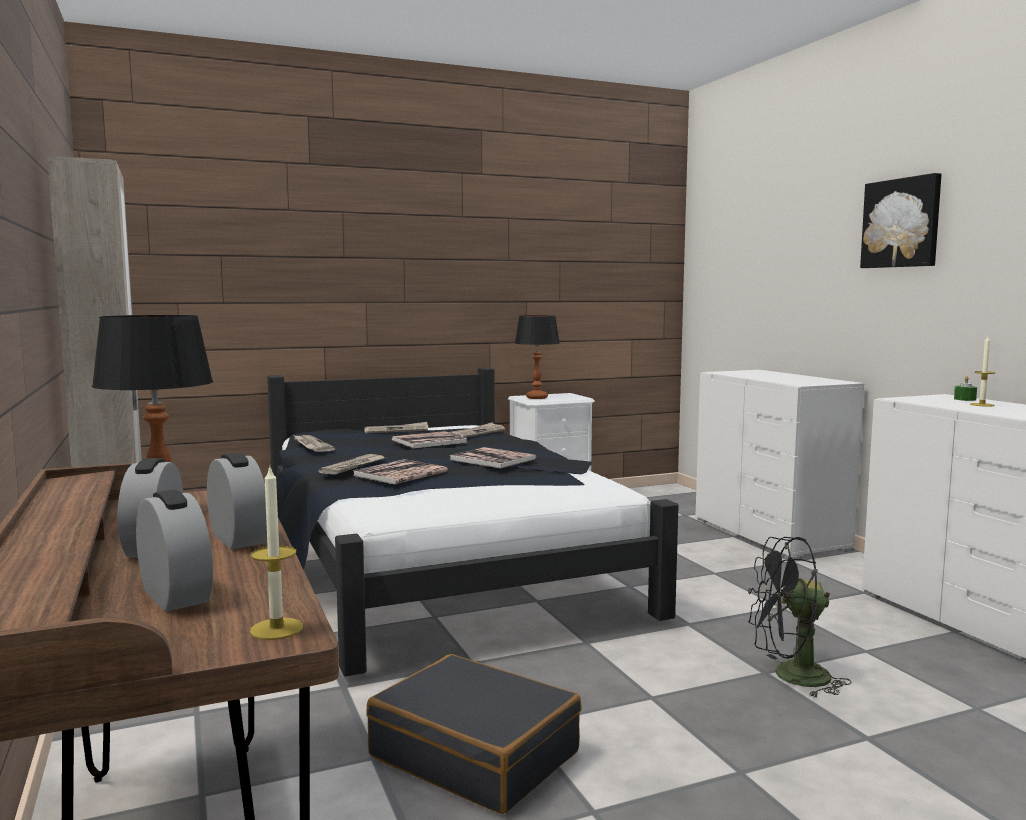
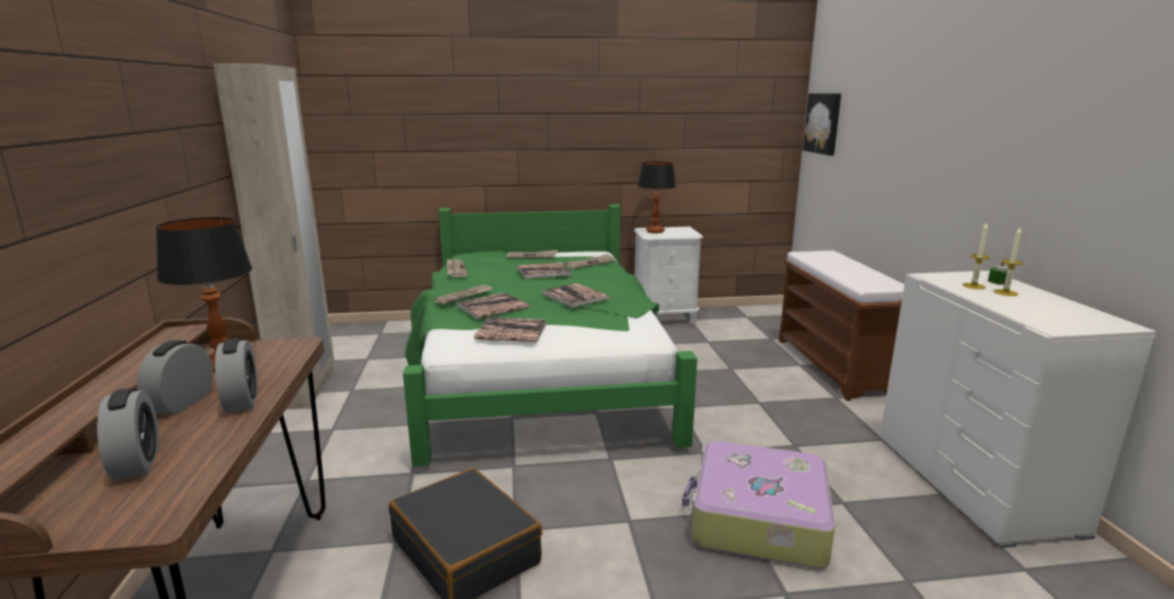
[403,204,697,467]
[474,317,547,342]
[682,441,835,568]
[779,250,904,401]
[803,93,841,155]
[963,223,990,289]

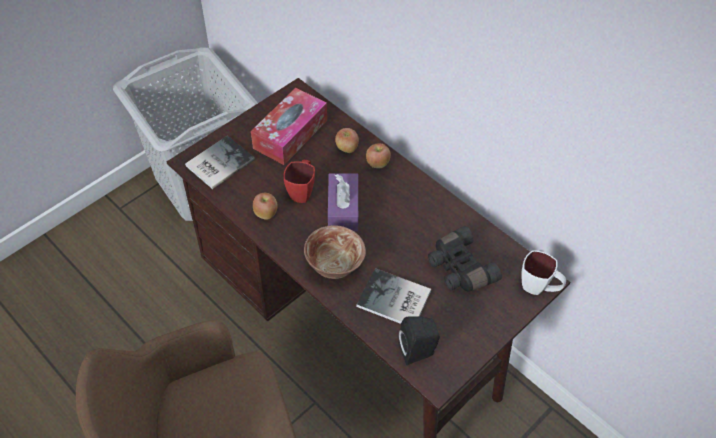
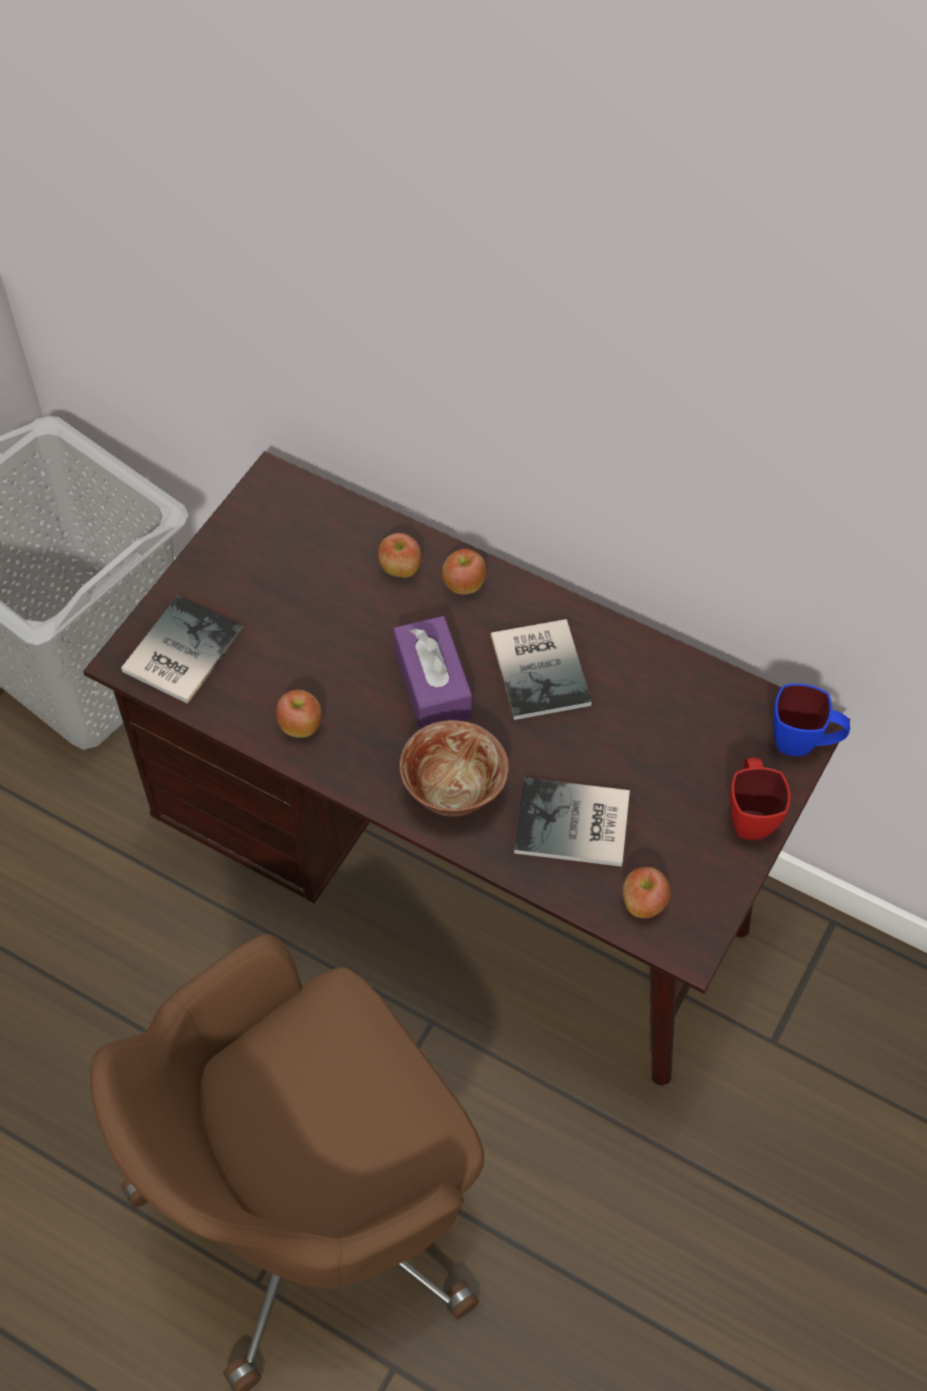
[491,619,592,720]
[623,867,671,918]
[730,758,790,840]
[773,683,850,756]
[251,88,327,165] (first image)
[428,226,502,292] (first image)

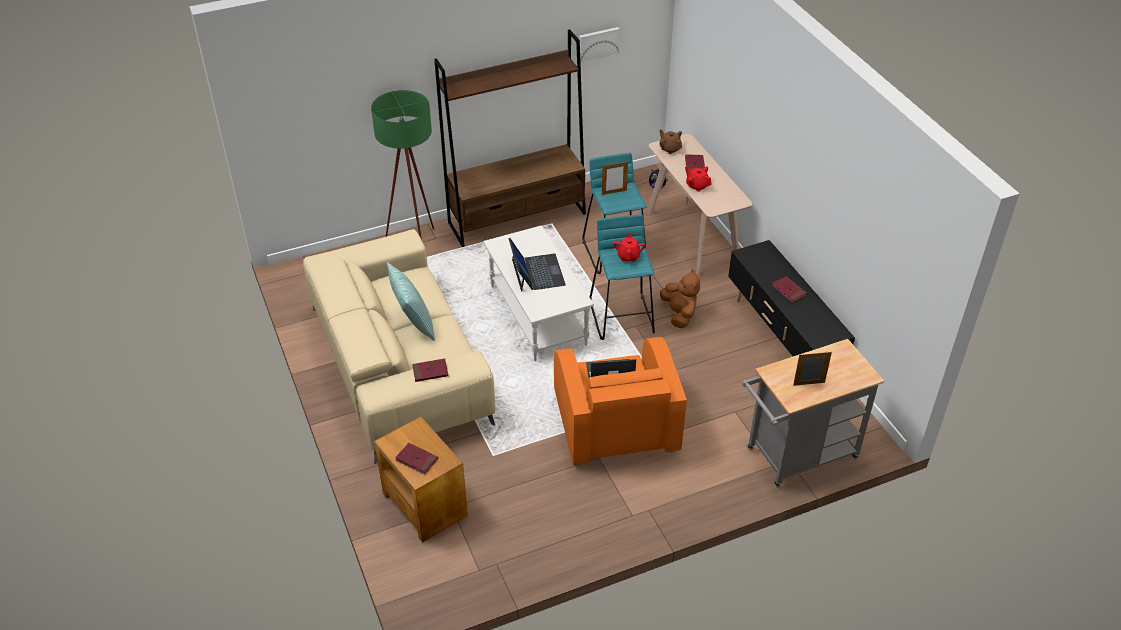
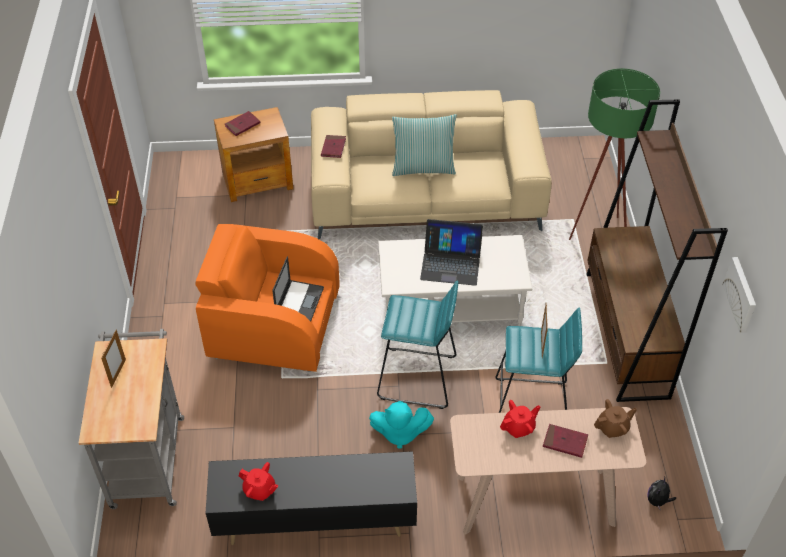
[239,462,279,501]
[369,401,434,449]
[772,276,807,303] (first image)

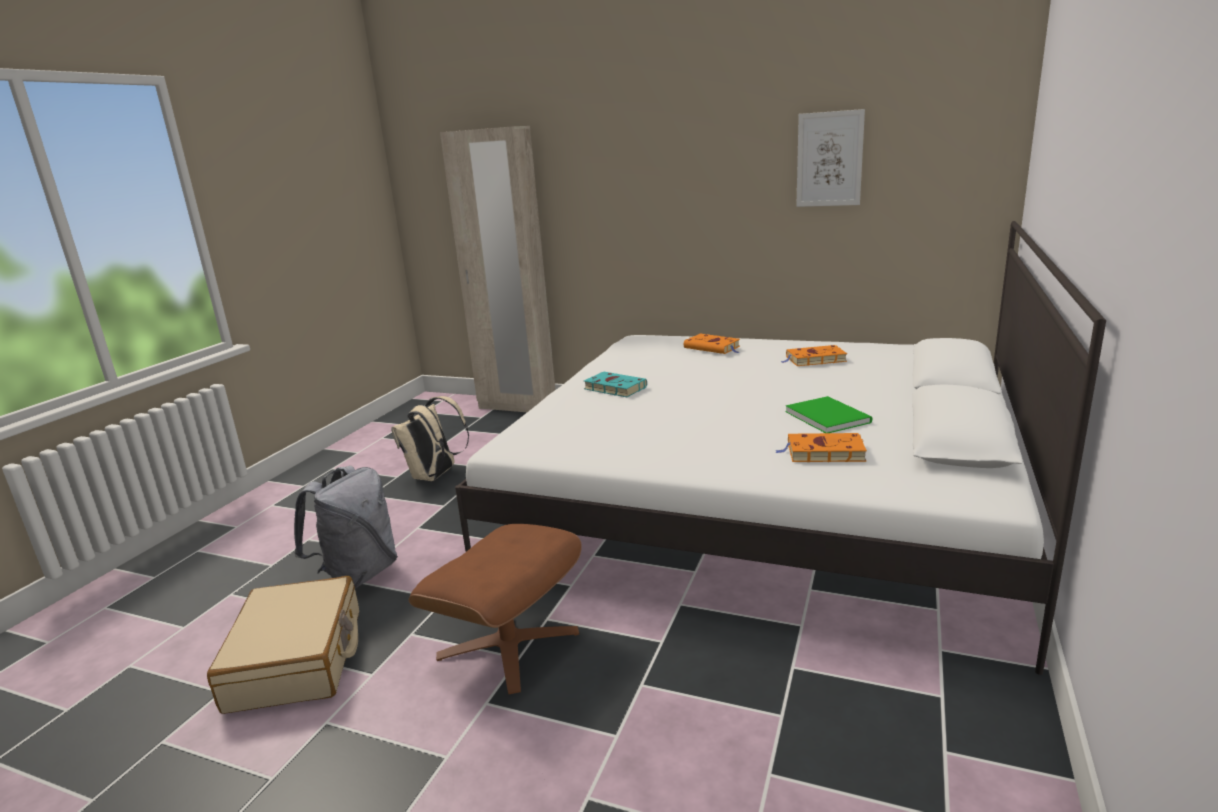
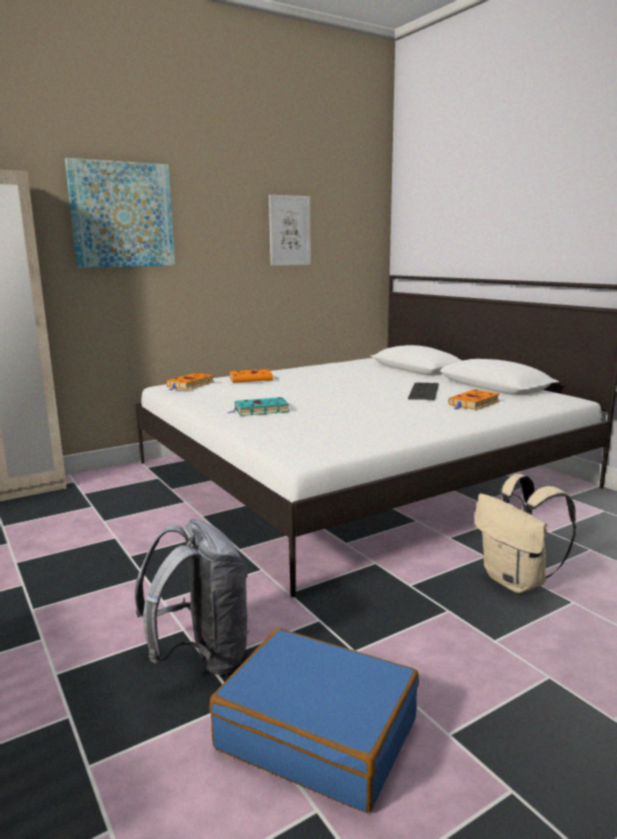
[65,158,175,268]
[166,373,215,390]
[210,628,419,813]
[408,383,439,400]
[475,474,576,593]
[409,524,582,694] (first image)

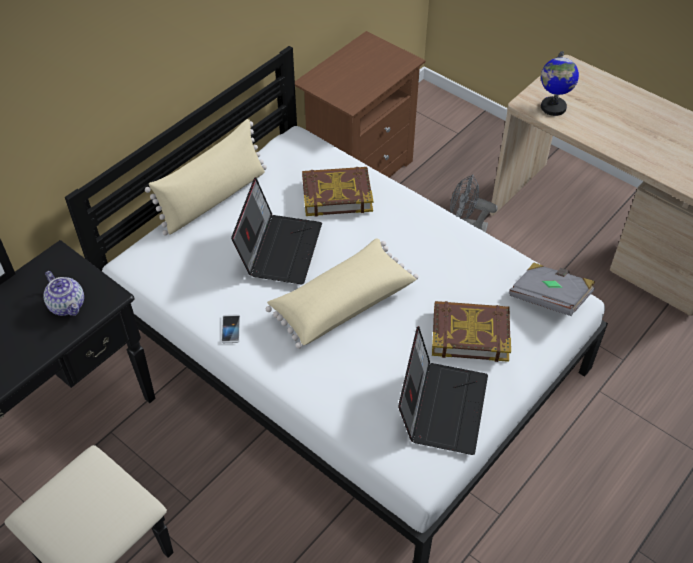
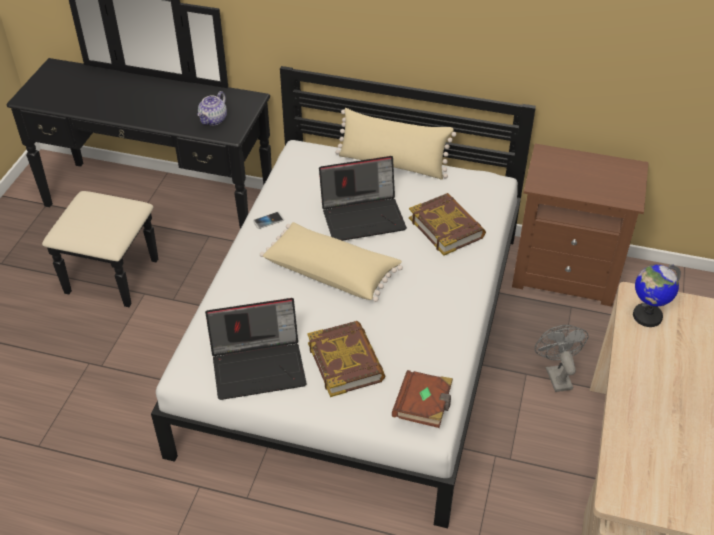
[392,370,453,428]

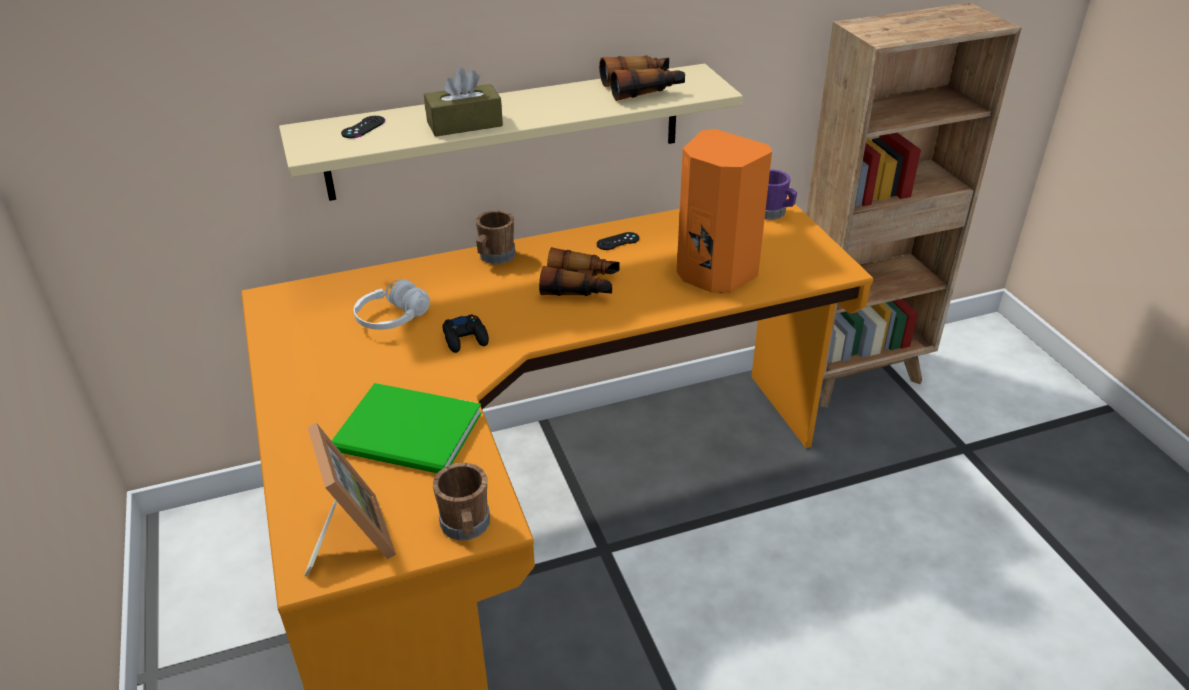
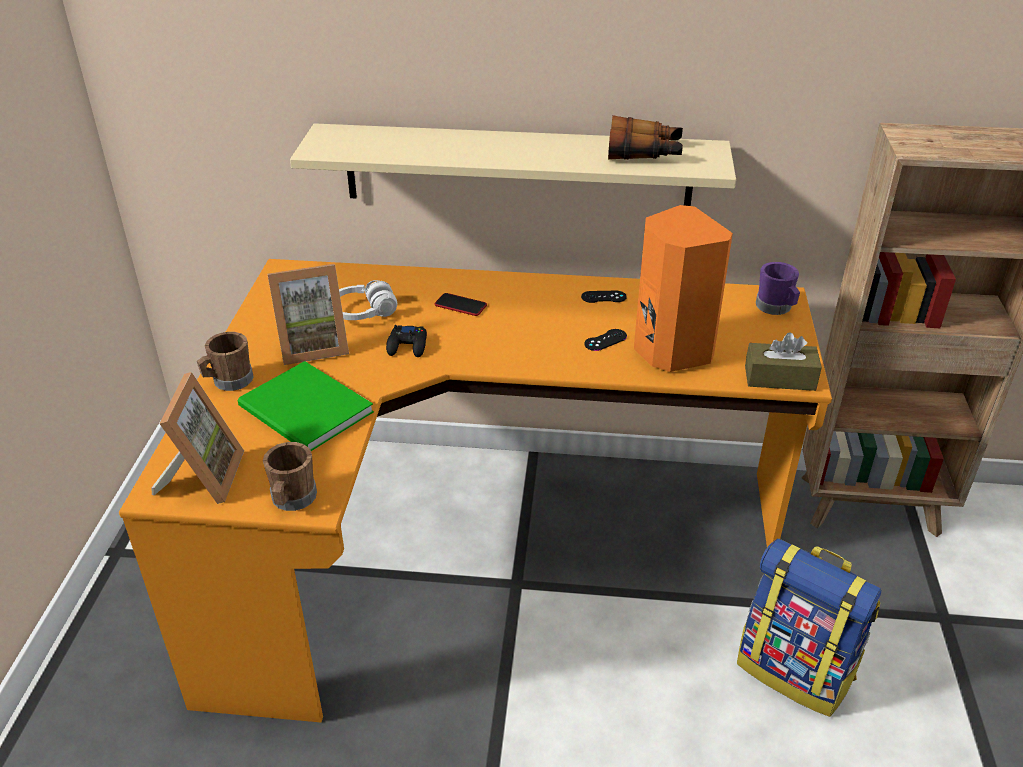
[197,332,254,391]
[267,264,349,365]
[435,293,487,316]
[584,329,627,351]
[737,538,881,717]
[745,332,822,391]
[539,247,620,296] (first image)

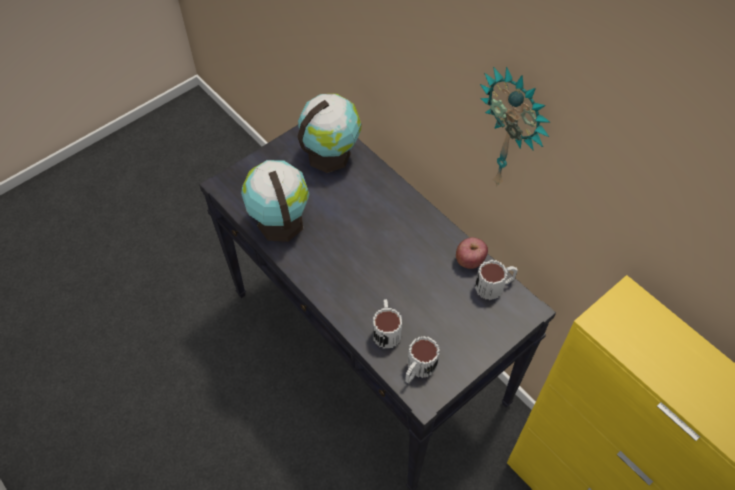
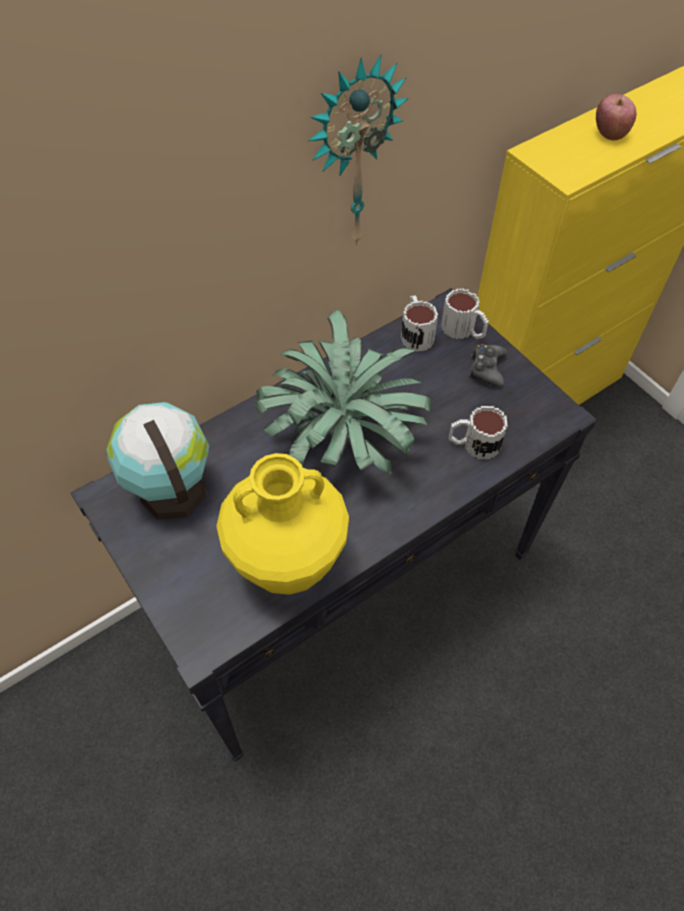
[216,453,349,595]
[254,310,432,474]
[441,289,489,339]
[468,344,507,387]
[596,94,636,140]

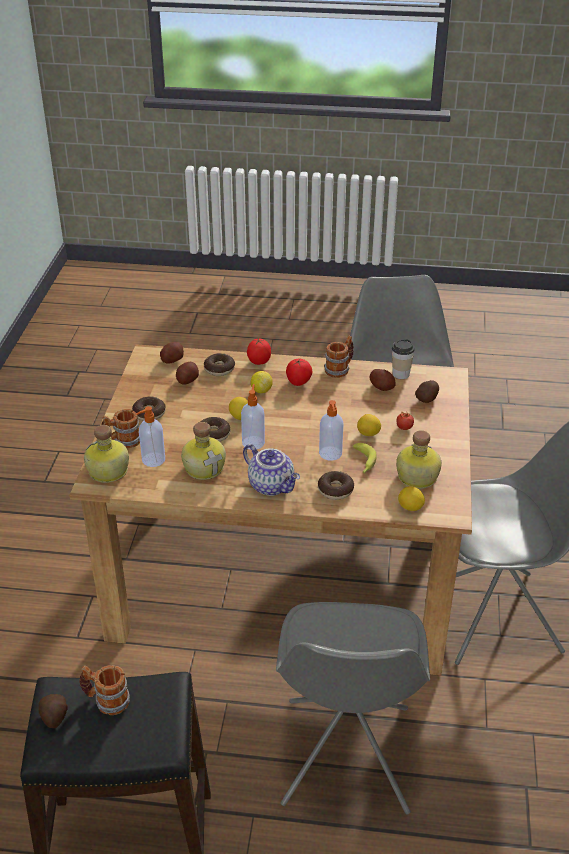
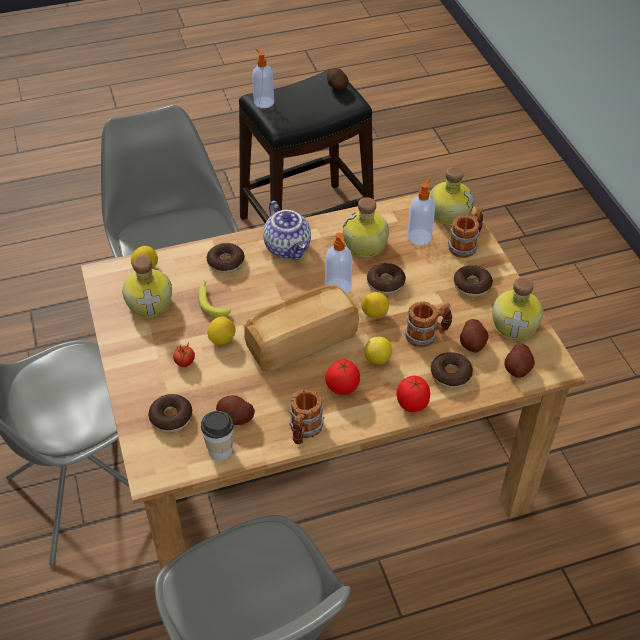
[148,394,192,433]
[244,285,359,372]
[252,48,274,108]
[263,201,311,260]
[405,301,452,347]
[492,277,543,340]

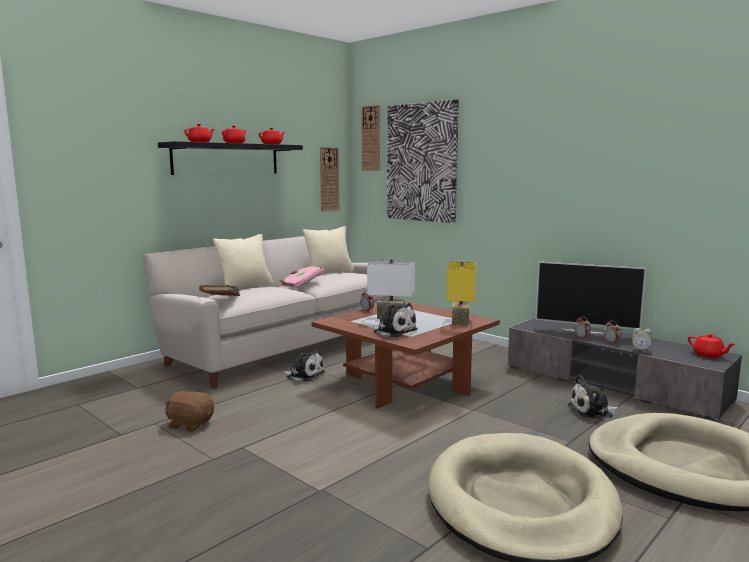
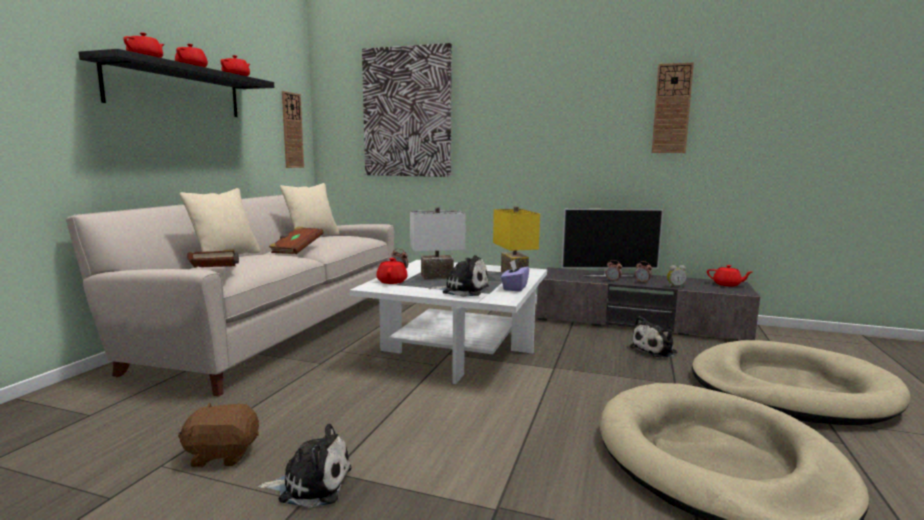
[258,424,351,508]
[269,226,323,254]
[350,260,547,384]
[376,258,408,284]
[501,260,529,292]
[652,62,694,153]

